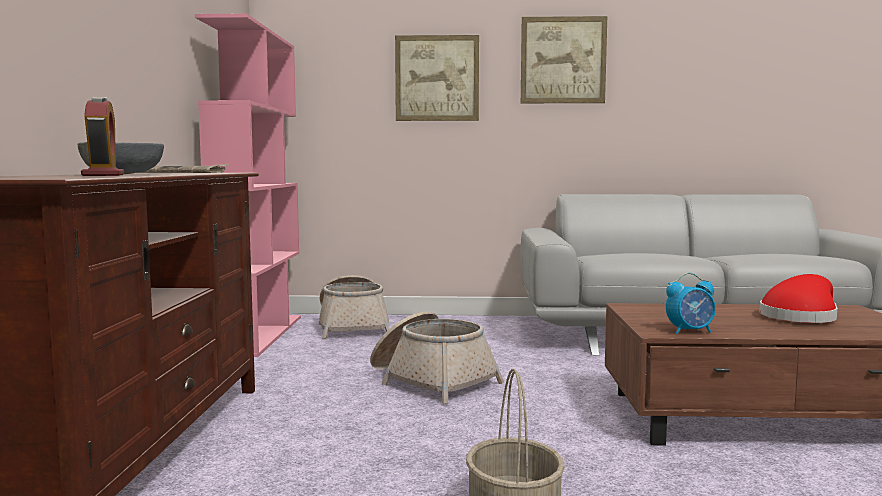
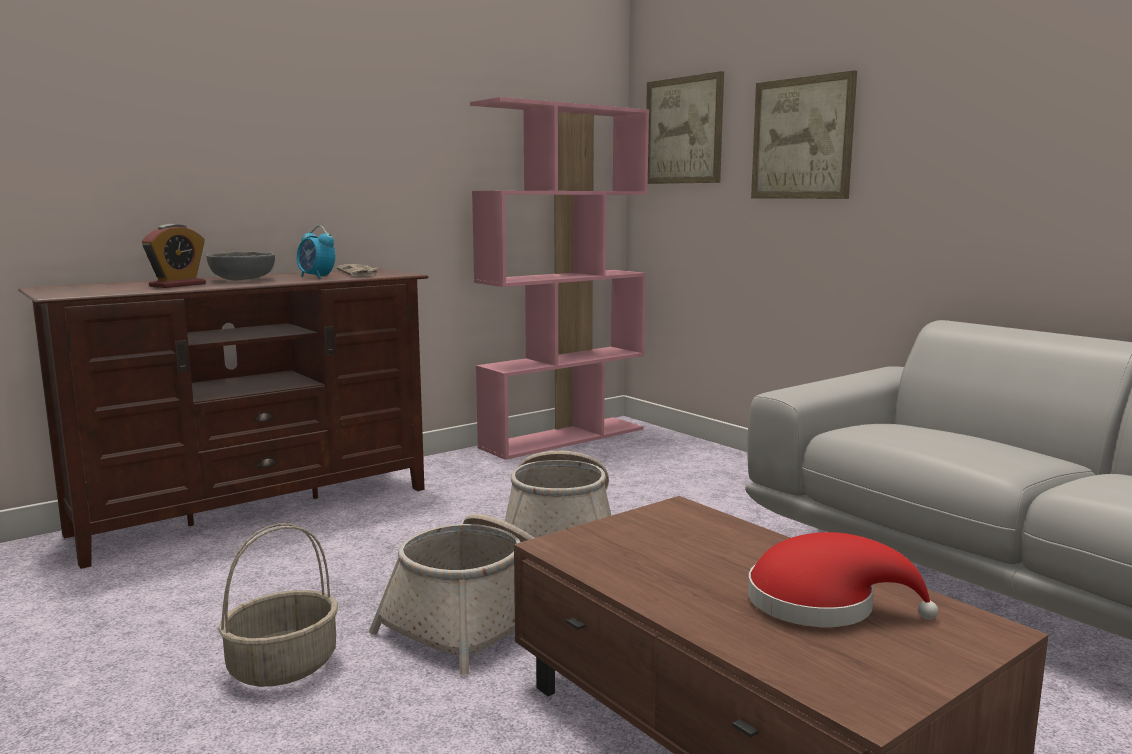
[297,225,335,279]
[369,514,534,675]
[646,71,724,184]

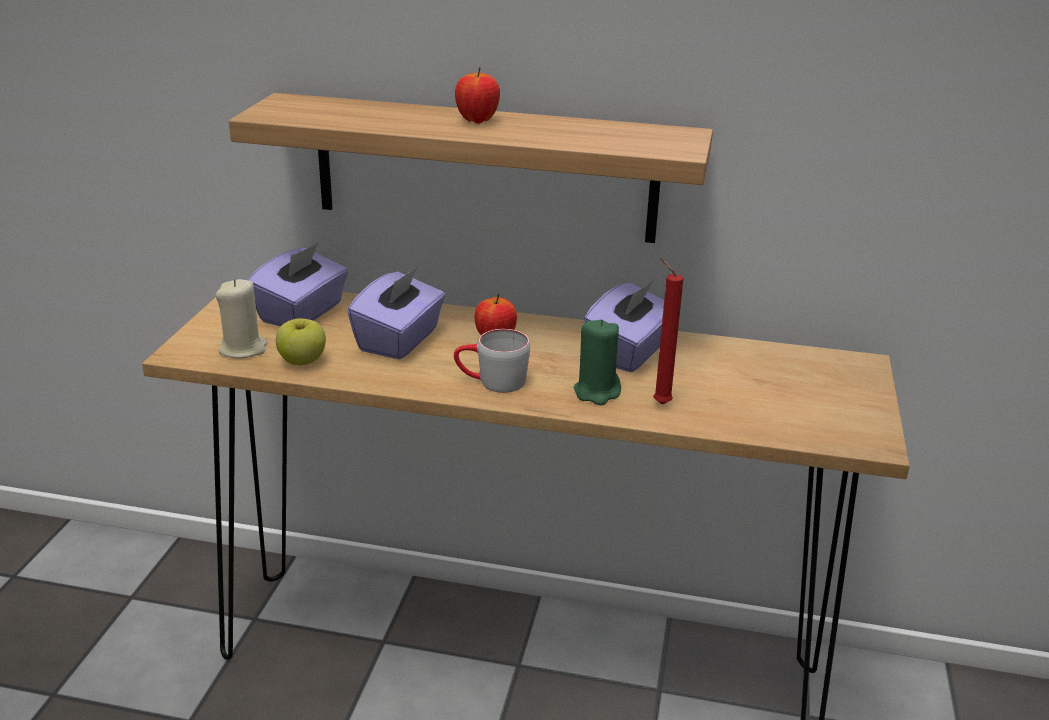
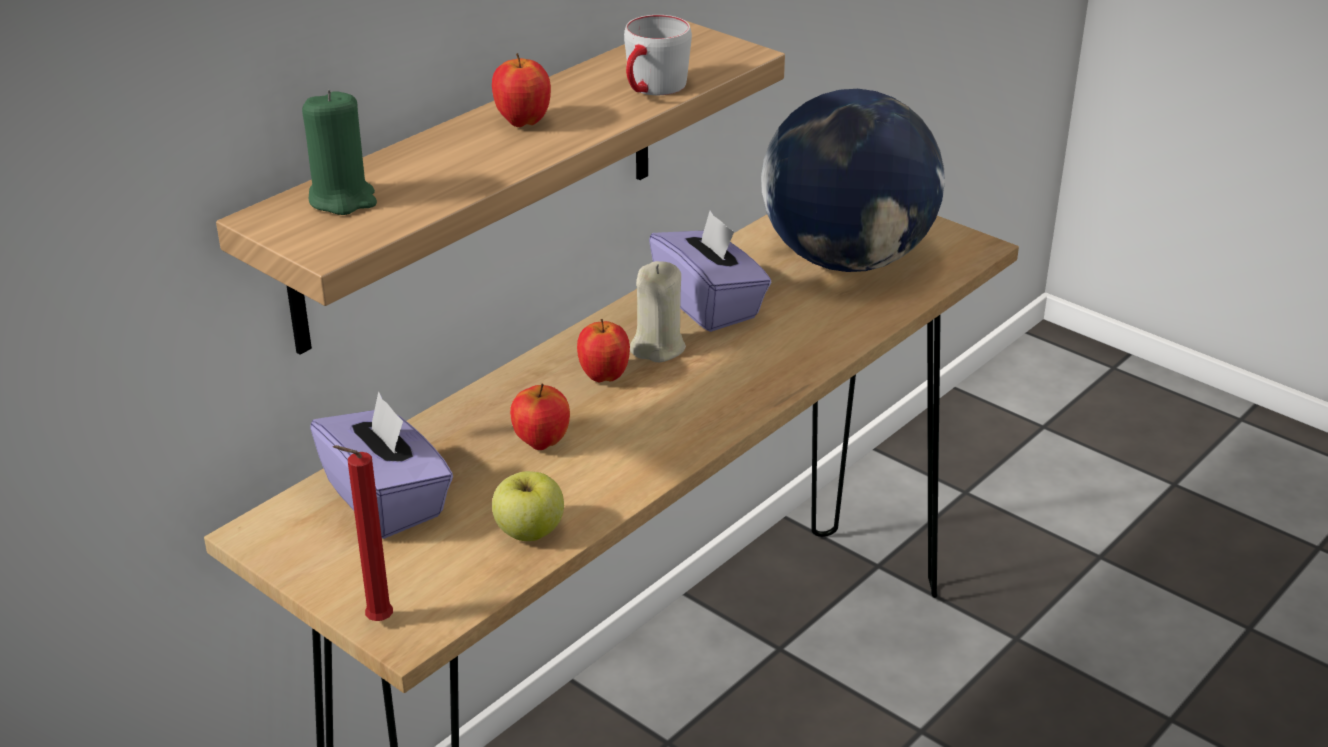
[302,90,377,215]
[333,445,393,621]
[510,384,570,450]
[624,15,692,95]
[630,261,686,362]
[761,89,944,272]

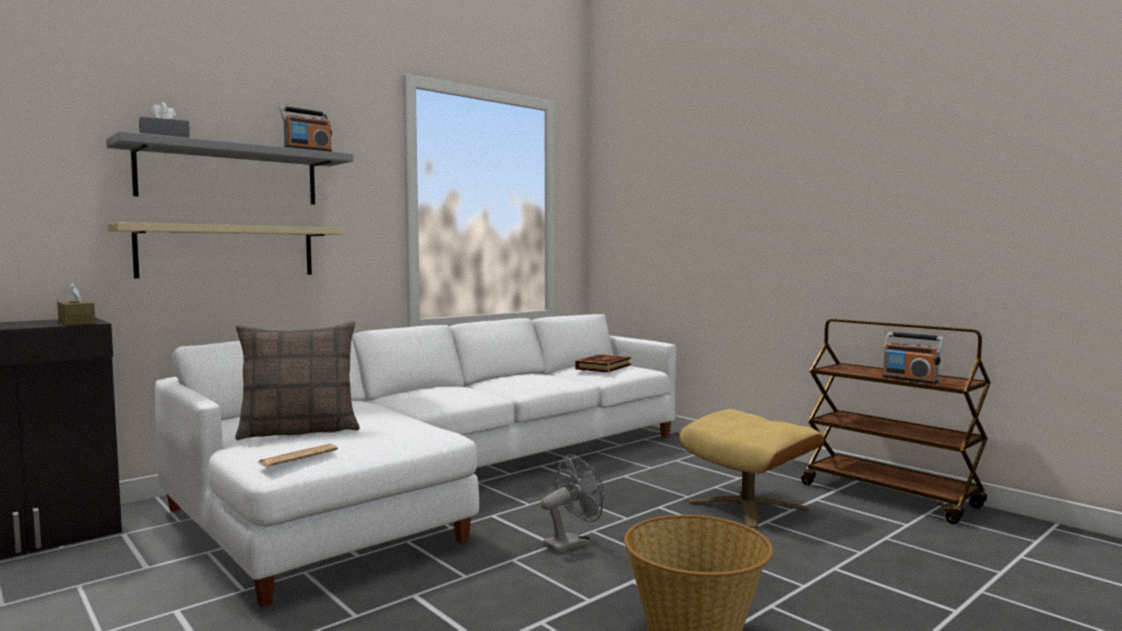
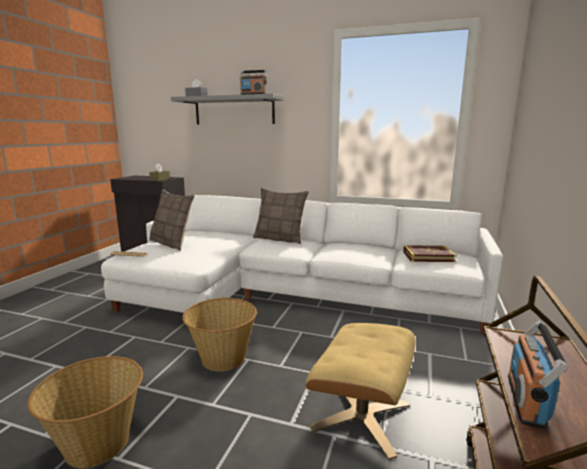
[182,298,257,371]
[253,188,309,244]
[107,222,345,279] (first image)

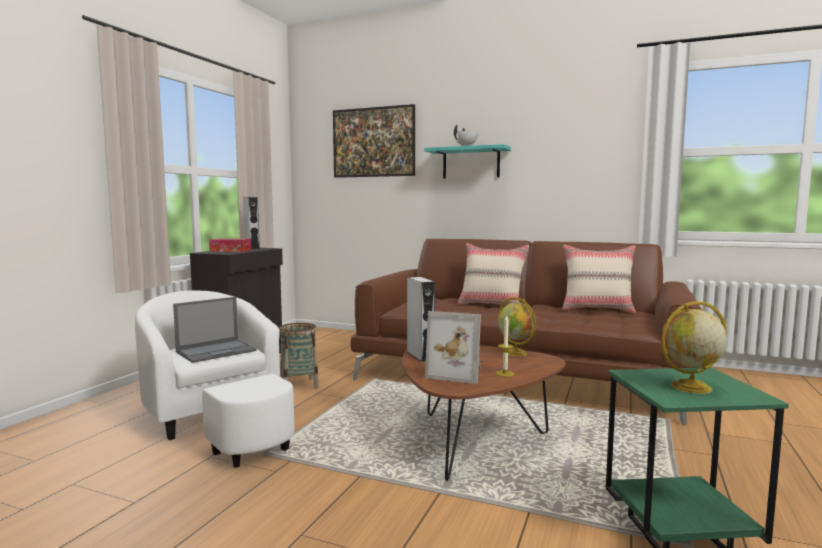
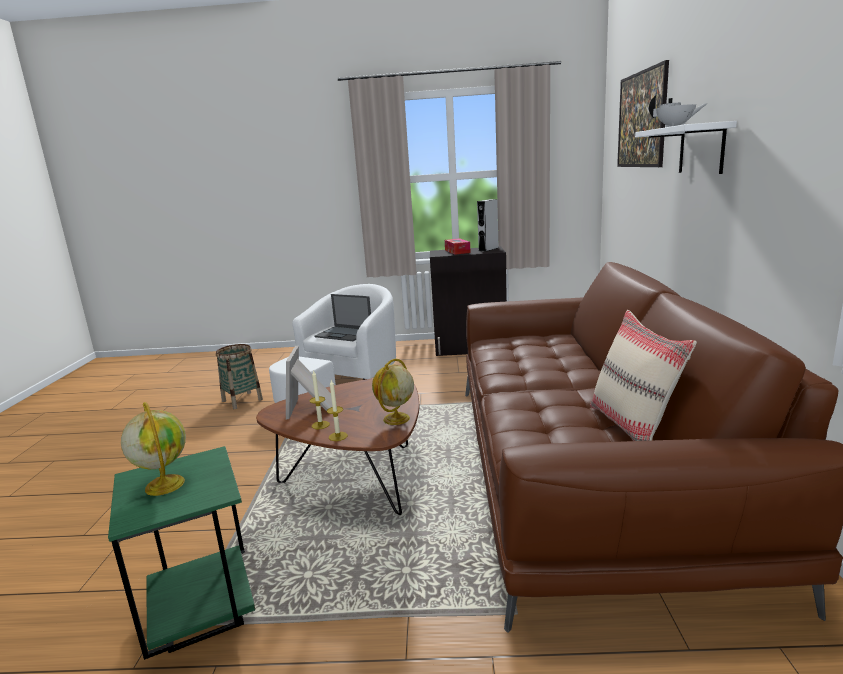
[216,344,263,409]
[327,380,348,441]
[635,121,737,174]
[407,277,435,362] (first image)
[458,243,529,305] (first image)

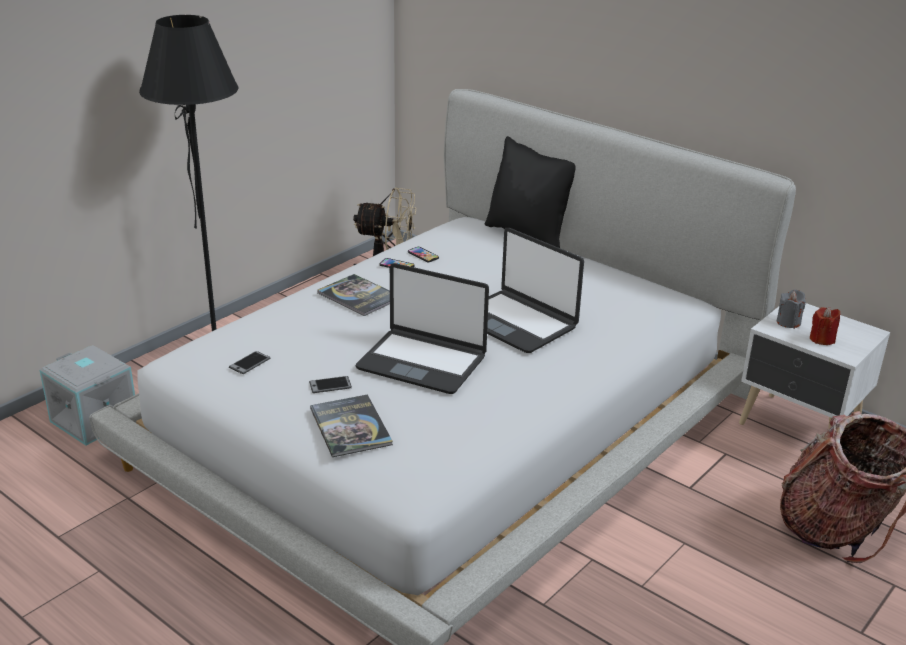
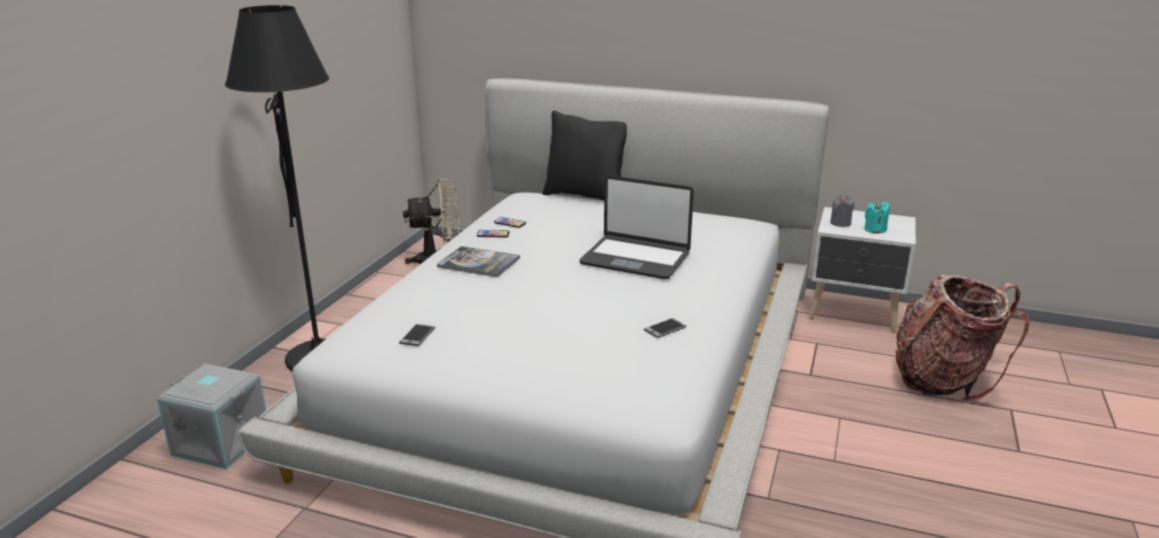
[644,318,686,338]
[864,201,890,234]
[310,394,393,457] (first image)
[356,263,489,394] (first image)

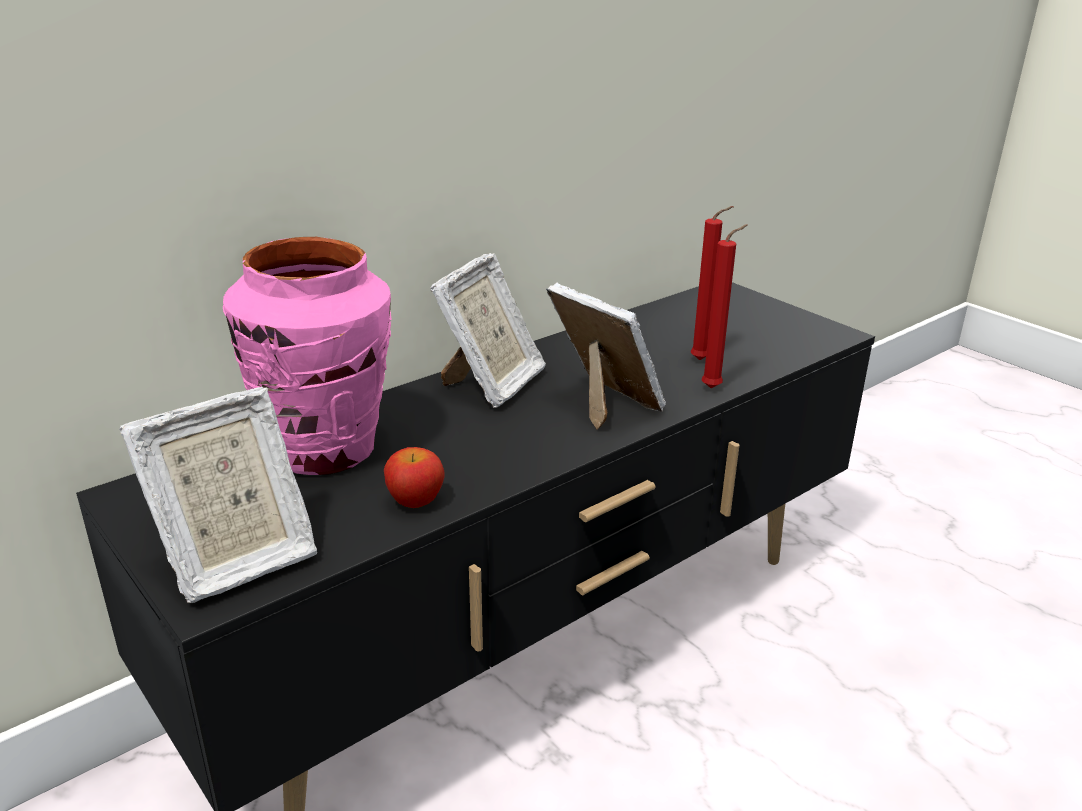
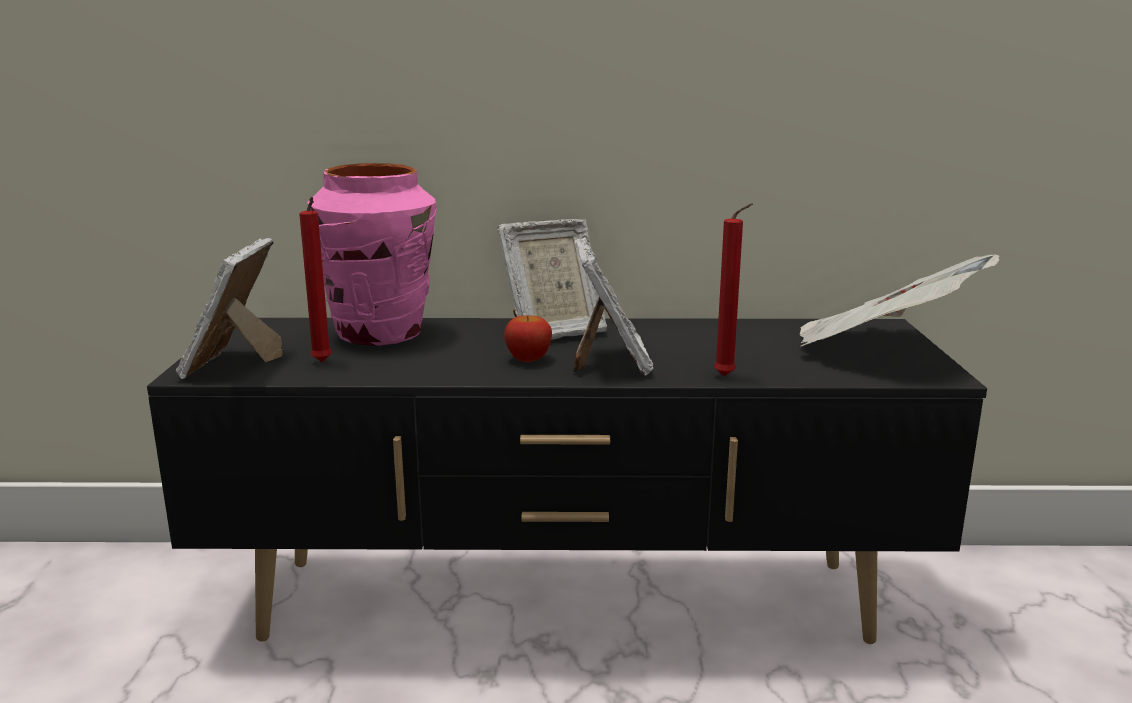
[176,238,283,379]
[299,197,332,362]
[504,315,552,362]
[800,255,1000,346]

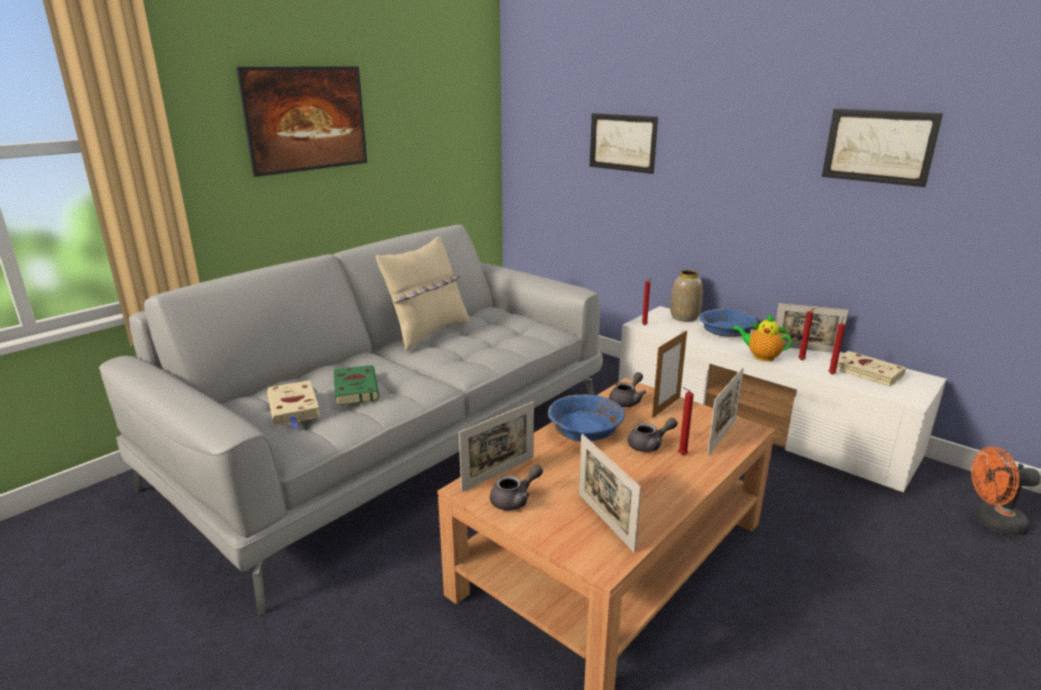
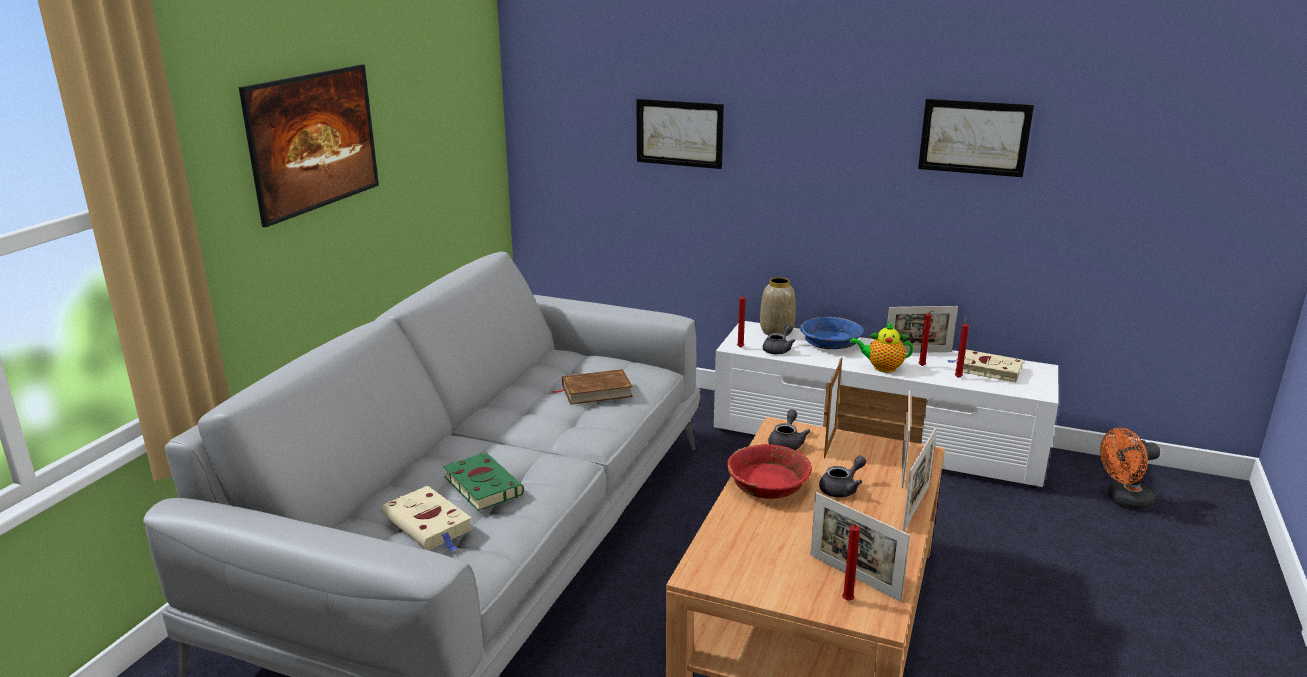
[553,369,633,405]
[727,444,812,499]
[763,324,796,355]
[842,522,860,601]
[903,428,937,531]
[376,236,469,351] (first image)

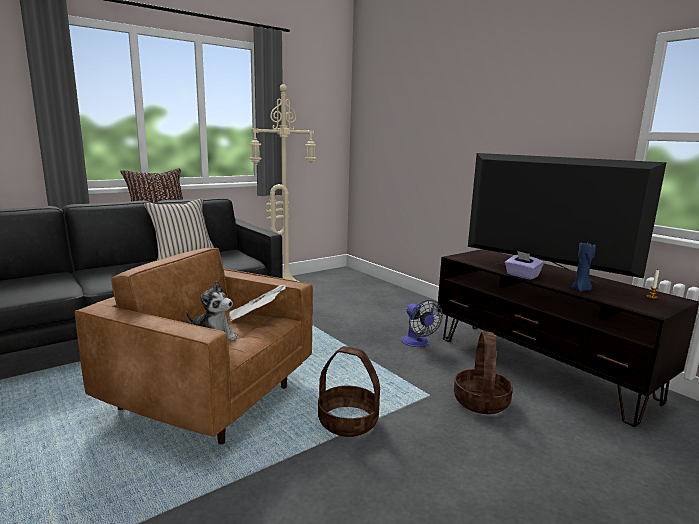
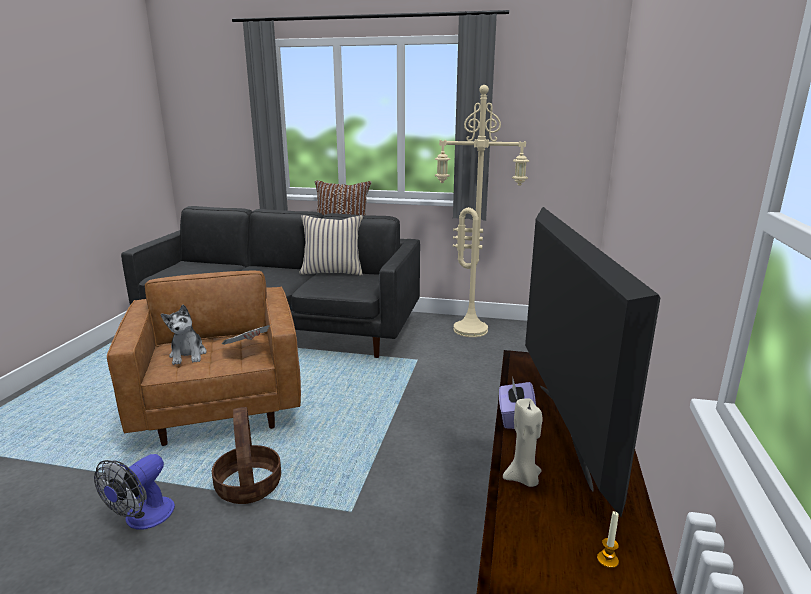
[94,454,175,529]
[503,398,543,487]
[454,331,513,414] (first image)

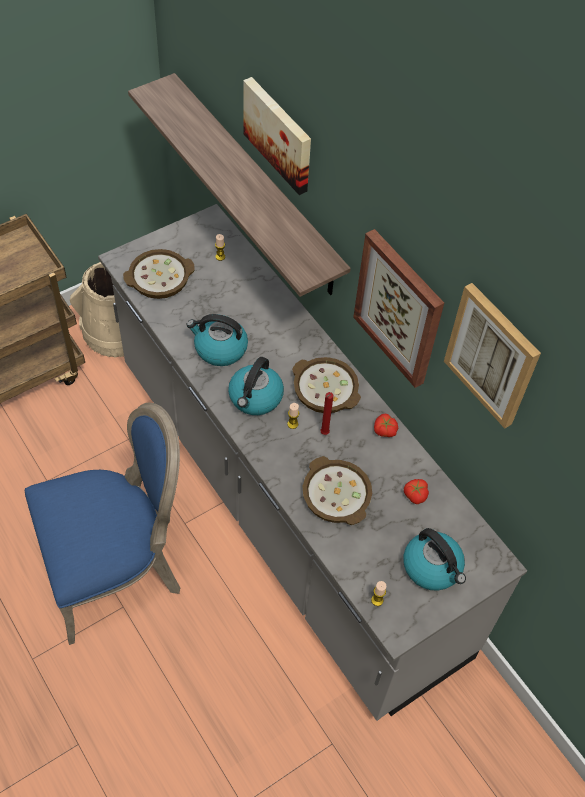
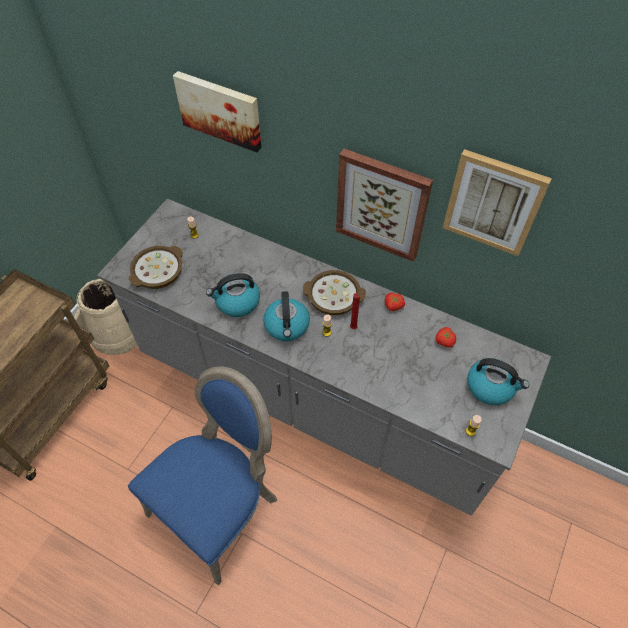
[128,73,351,297] (first image)
[303,456,372,525] (first image)

